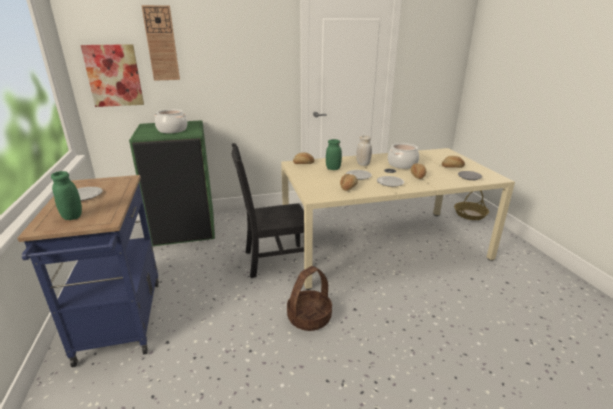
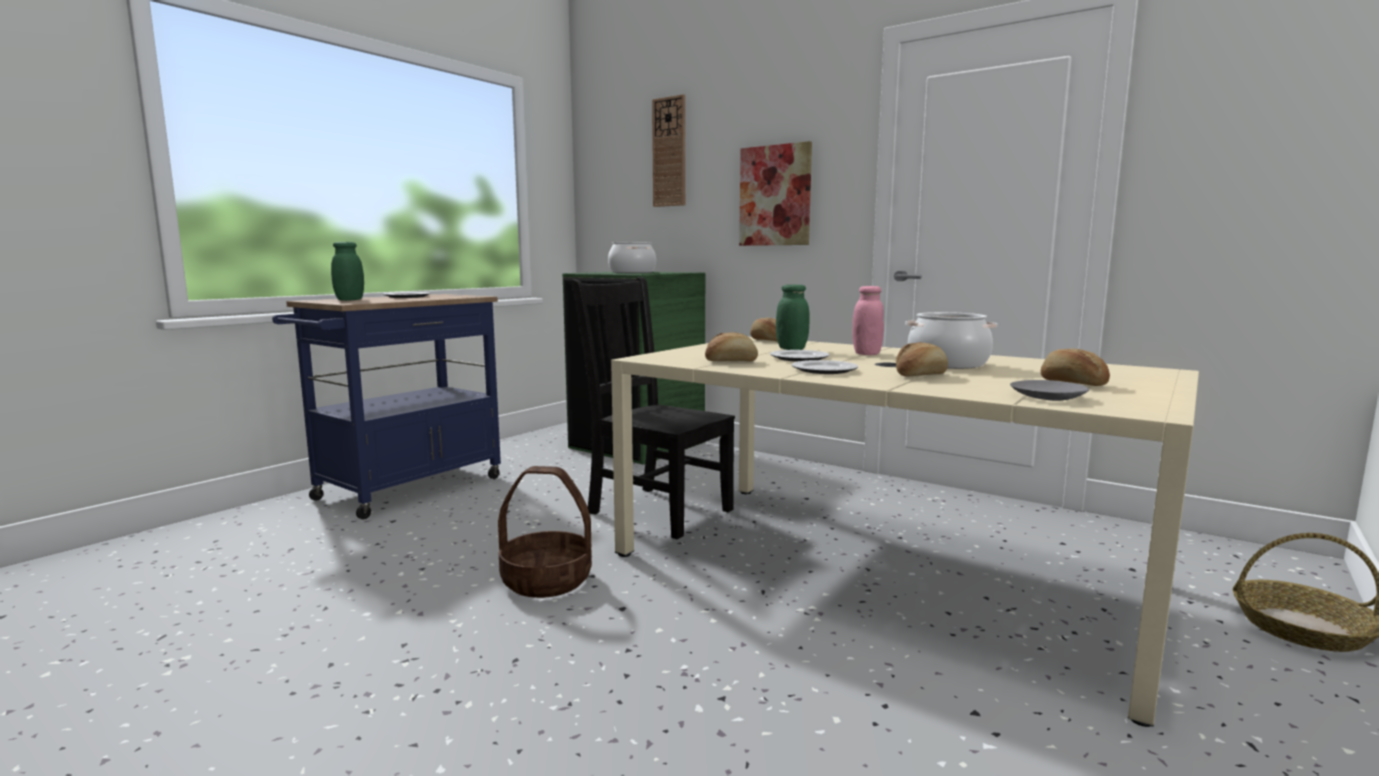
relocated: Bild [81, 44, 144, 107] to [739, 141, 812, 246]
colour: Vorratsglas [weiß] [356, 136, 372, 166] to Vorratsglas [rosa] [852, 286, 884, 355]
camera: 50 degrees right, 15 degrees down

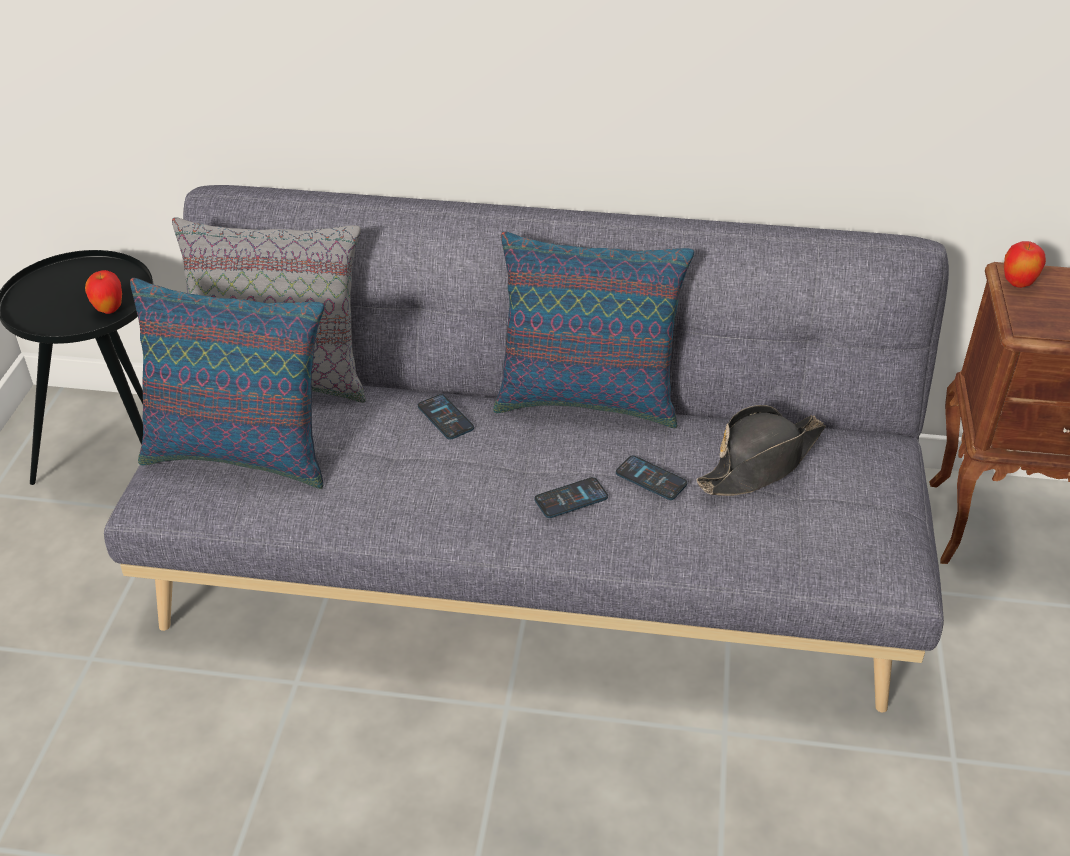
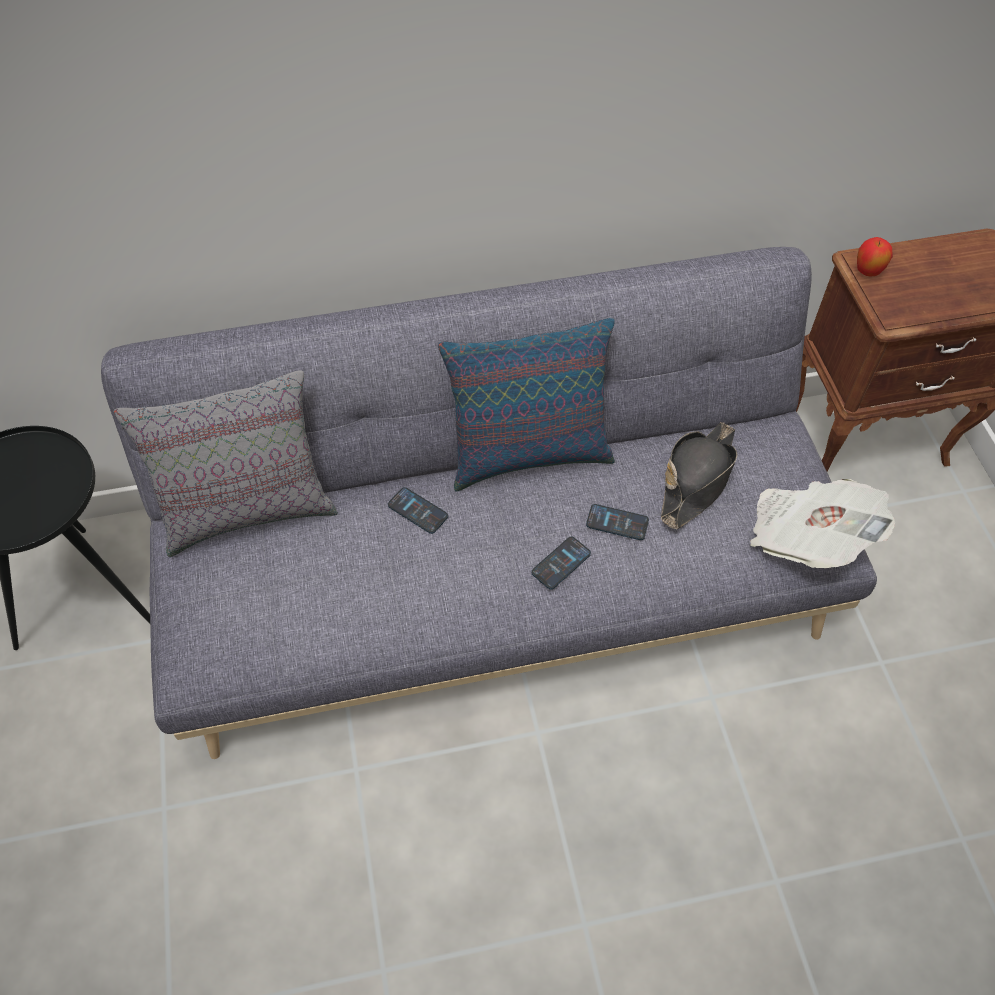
missing: Apfel [85, 270, 122, 314]; Kissen [blau] [130, 278, 324, 489]
appeared: Zeitung [750, 479, 895, 568]
camera: 20 degrees left, 15 degrees up

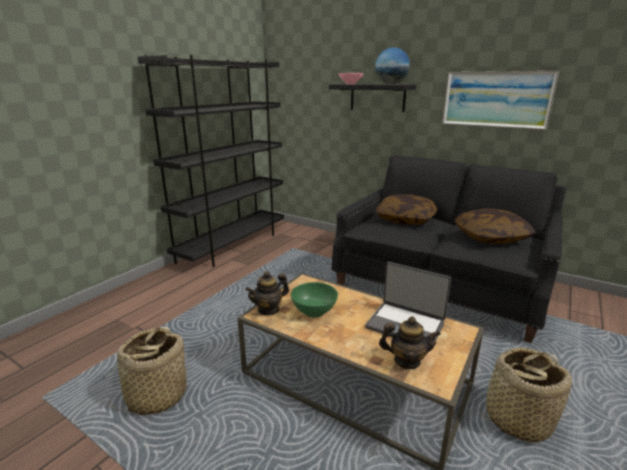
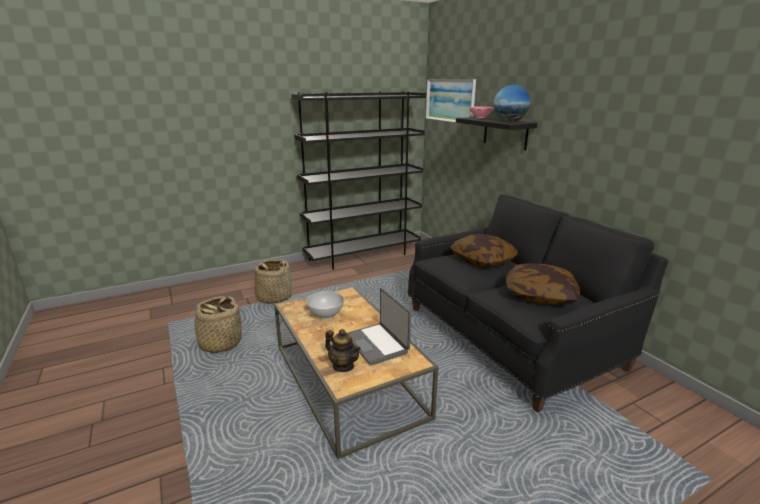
missing: Teekanne [245, 271, 289, 316]
relocated: Bild [442, 71, 559, 130] to [426, 79, 476, 125]; Korb [476, 347, 572, 443] to [253, 259, 292, 304]
colour: Schüssel [grün] [291, 282, 338, 318] to Schüssel [weiß] [306, 291, 344, 319]
camera: 30 degrees right, 0 degrees up

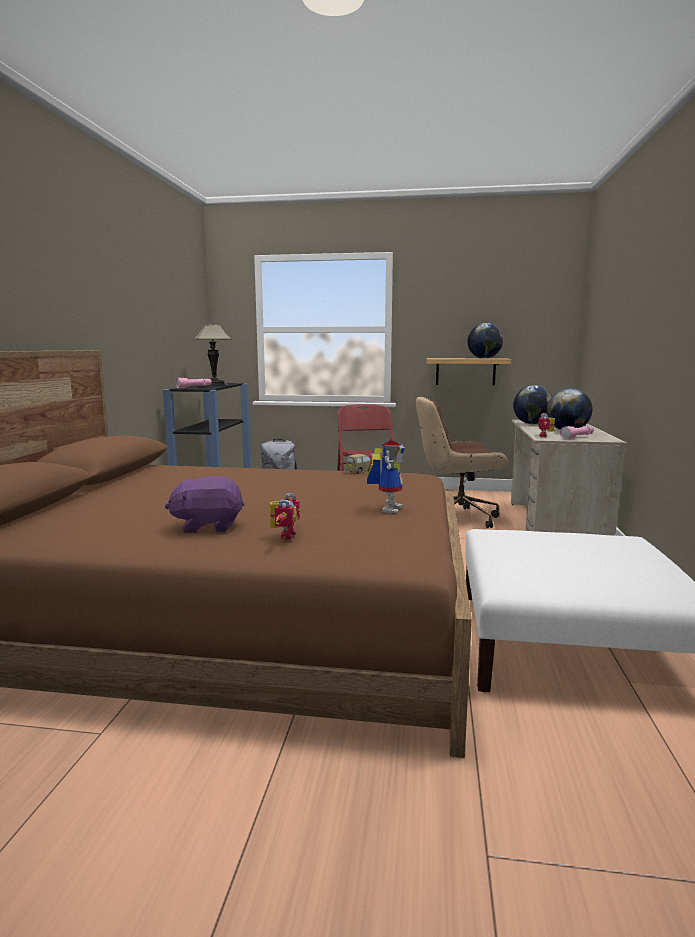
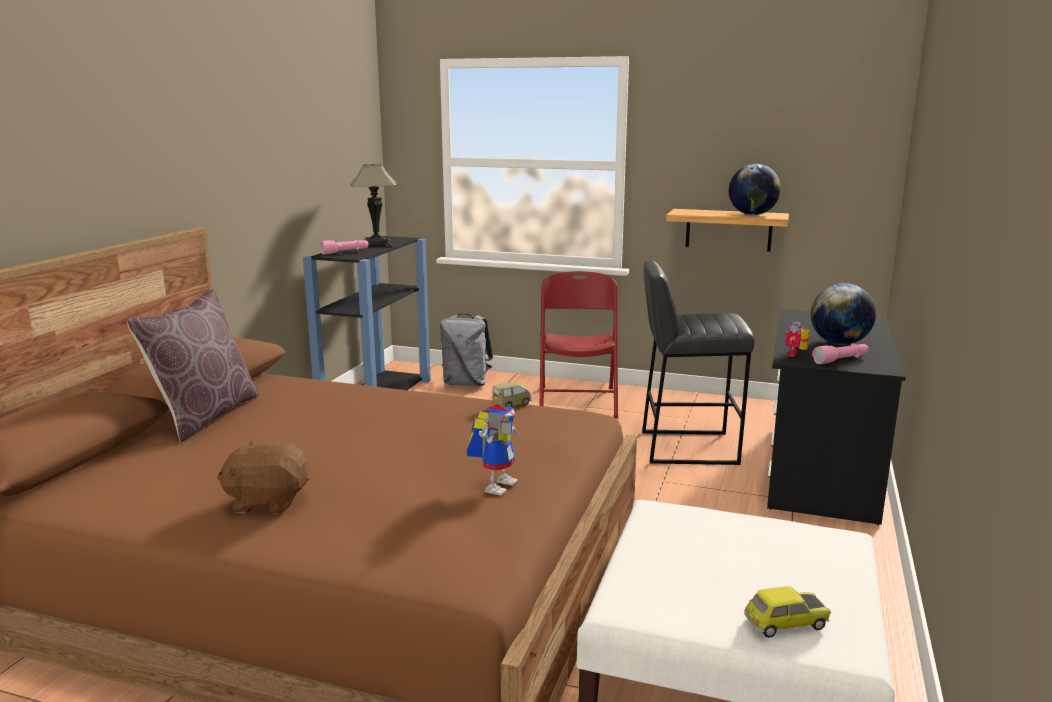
missing: Globus [513, 385, 552, 424]; Spielzeugroboter [270, 493, 300, 540]
appeared: Kissen [braun] [127, 289, 260, 442]; Spielzeugauto [744, 586, 831, 638]
exchanged: Bürostuhl [braun] [416, 397, 508, 528] to Hocker [grau] [642, 260, 755, 465]
colour: Schreibtisch [beige] [511, 420, 627, 536] to Schreibtisch [schwarz] [767, 309, 906, 525]; Plüschtier [lila] [165, 476, 244, 533] to Plüschtier [braun] [217, 441, 309, 514]
camera: 10 degrees right, 5 degrees up

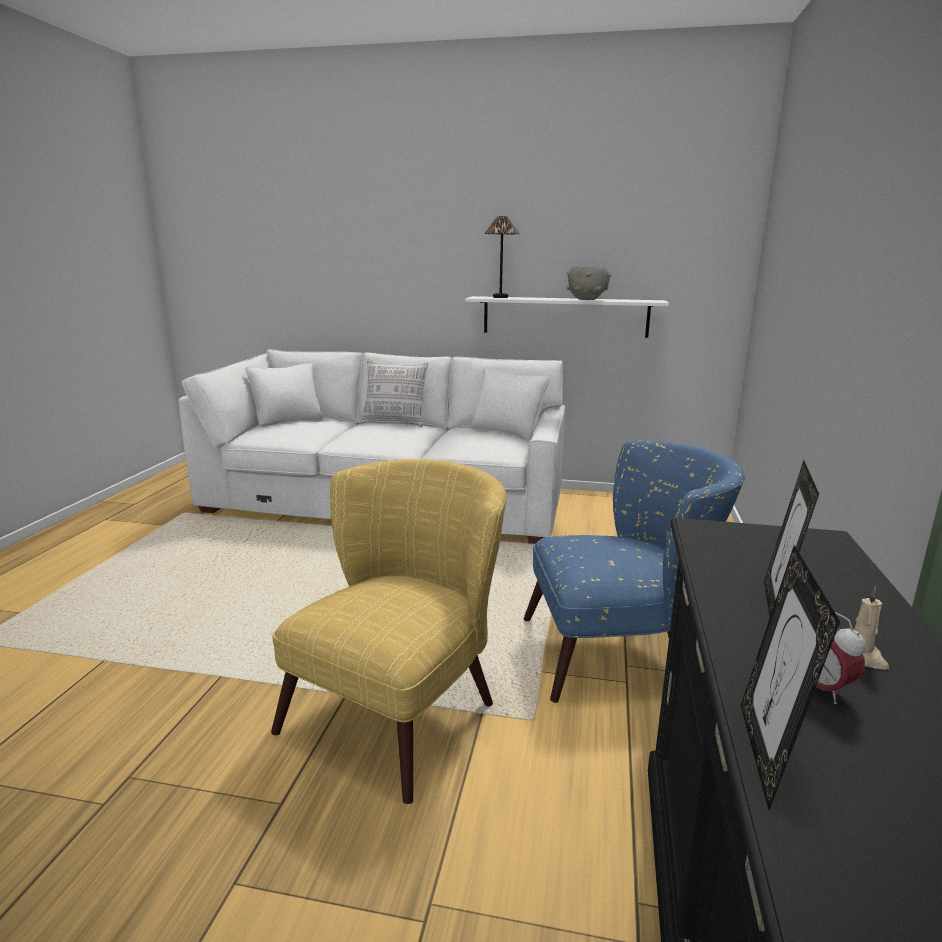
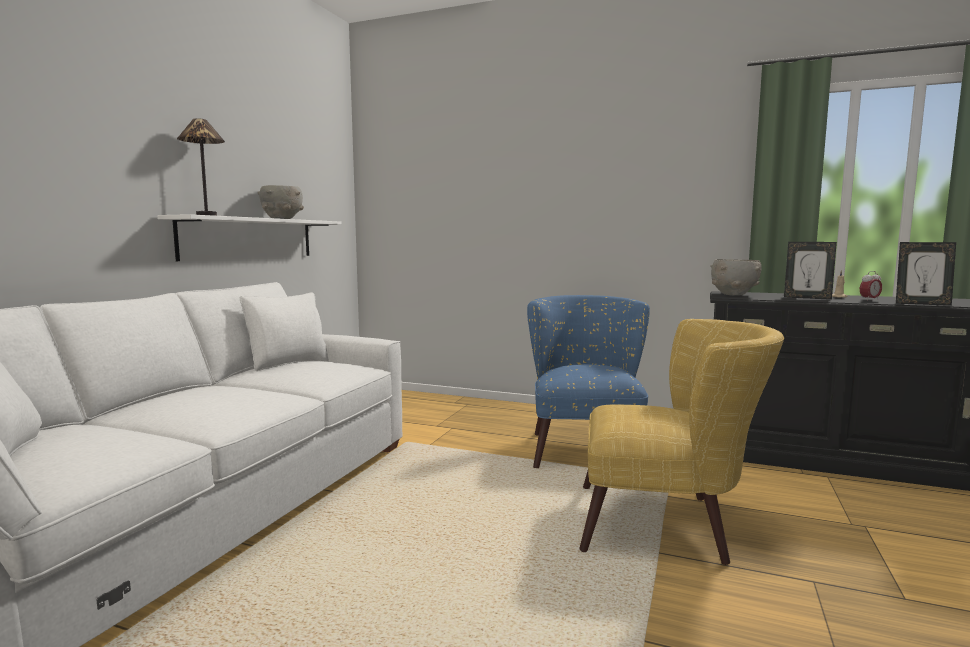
missing: Kissen [361, 359, 428, 427]
appeared: Schüssel [grau] [711, 259, 762, 296]
spun: Sessel [gelb] [271, 459, 506, 804] = [579, 319, 784, 565] 150 degrees clockwise
camera: 80 degrees left, 10 degrees down

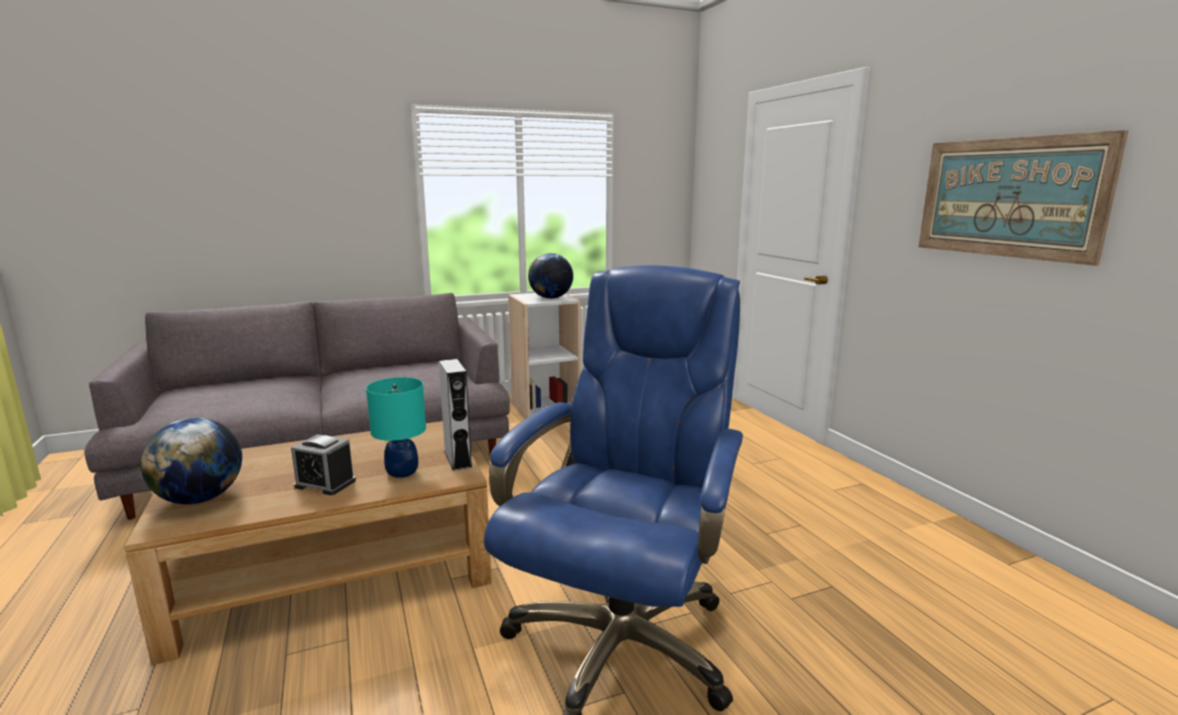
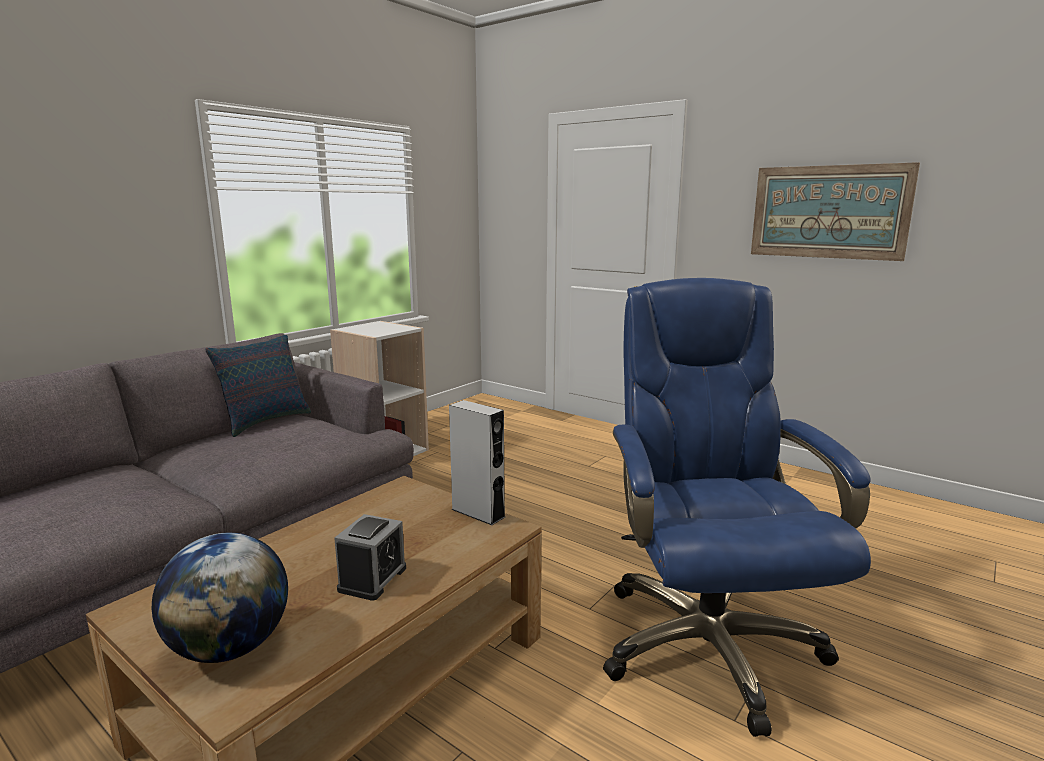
missing: Globus [528, 253, 573, 299]; Tischlampe [türkis] [366, 377, 426, 478]
appeared: Kissen [blau] [206, 335, 311, 437]
spun: Wecker [291, 434, 356, 495] = [334, 514, 406, 601] 60 degrees counterclockwise
camera: 30 degrees left, 0 degrees up

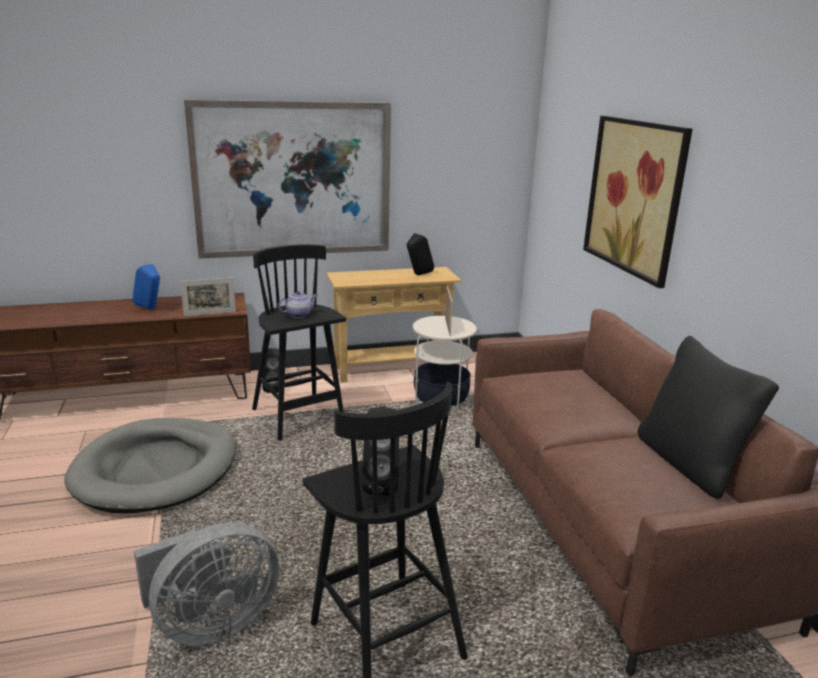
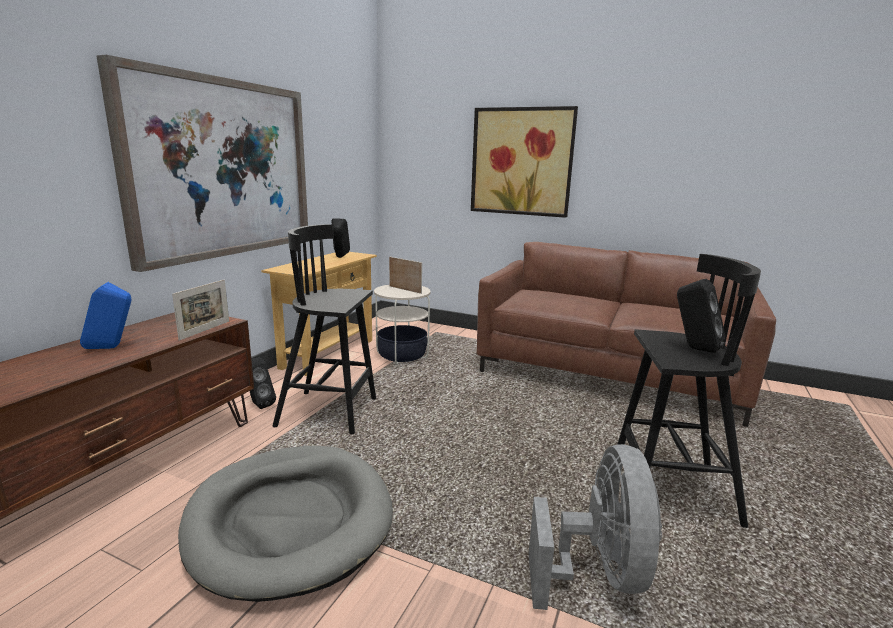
missing: Teekanne [278, 291, 317, 318]; Kissen [schwarz] [638, 336, 779, 499]
camera: 50 degrees left, 5 degrees down

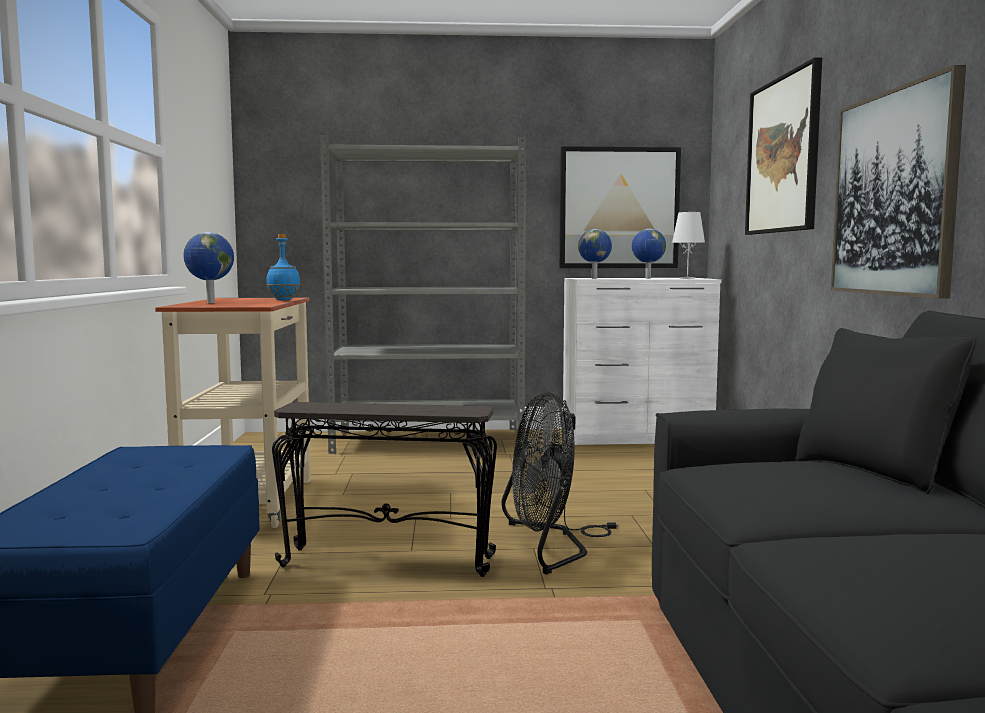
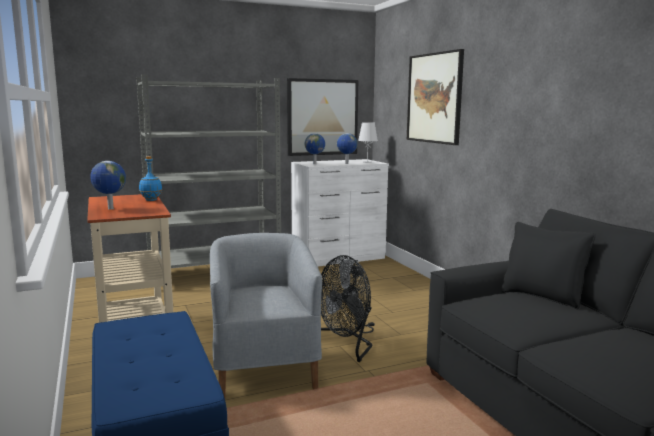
missing: Bild [831, 65, 966, 299]
exchanged: Beistelltisch [schwarz] [272, 402, 497, 577] to Sessel [grau] [210, 233, 322, 398]
camera: 20 degrees left, 5 degrees up

